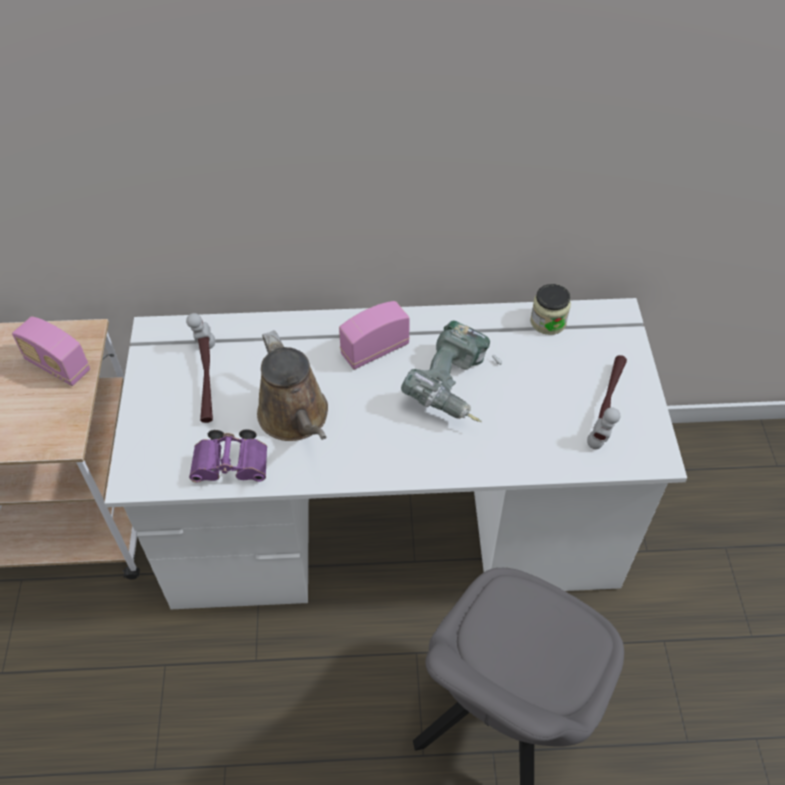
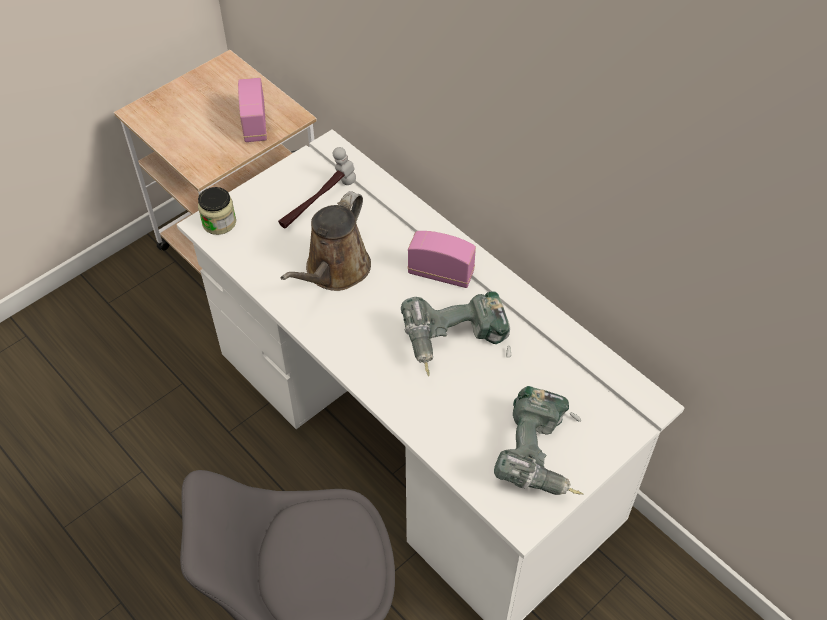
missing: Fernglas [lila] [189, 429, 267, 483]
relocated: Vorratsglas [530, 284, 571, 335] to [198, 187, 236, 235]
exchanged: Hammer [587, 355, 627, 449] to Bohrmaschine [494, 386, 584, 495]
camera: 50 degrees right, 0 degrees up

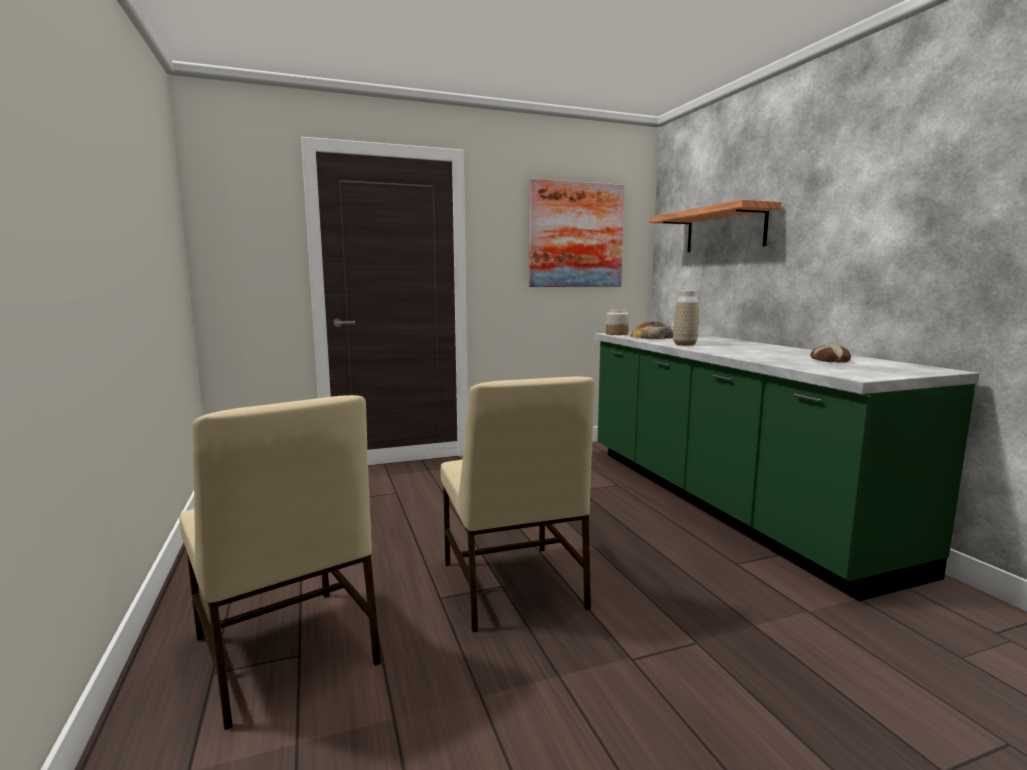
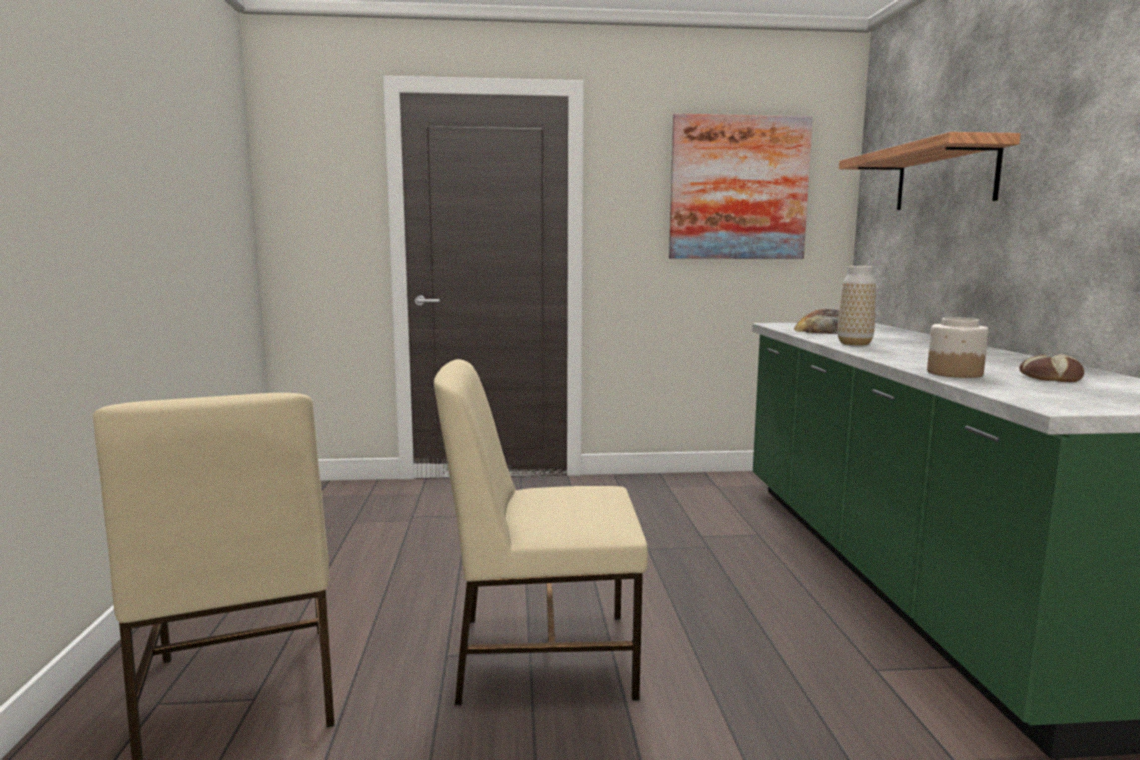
relocated: Vorratsglas [606, 309, 629, 335] to [927, 317, 988, 378]
spun: Stuhl [beige] [441, 377, 595, 632] = [434, 359, 648, 705] 90 degrees clockwise
camera: 15 degrees right, 0 degrees up

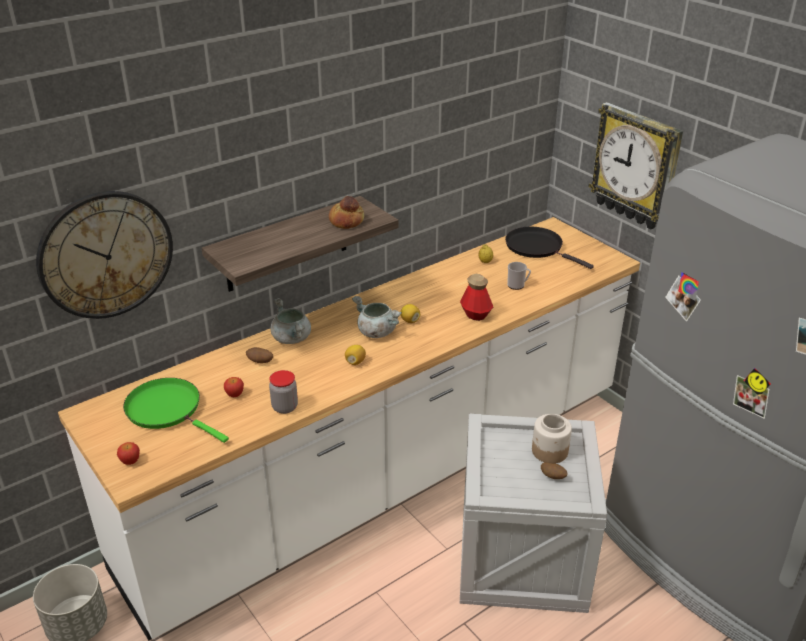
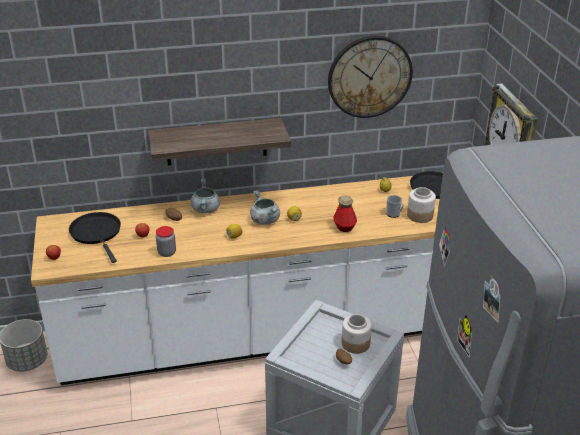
missing: Brot [329, 196, 364, 229]
appeared: Vorratsglas [407, 187, 436, 223]
relocated: Wanduhr [36, 191, 173, 319] to [328, 36, 413, 118]
colour: Pfanne [grün] [123, 378, 229, 443] to Pfanne [schwarz] [69, 212, 121, 263]
camera: 25 degrees right, 0 degrees up

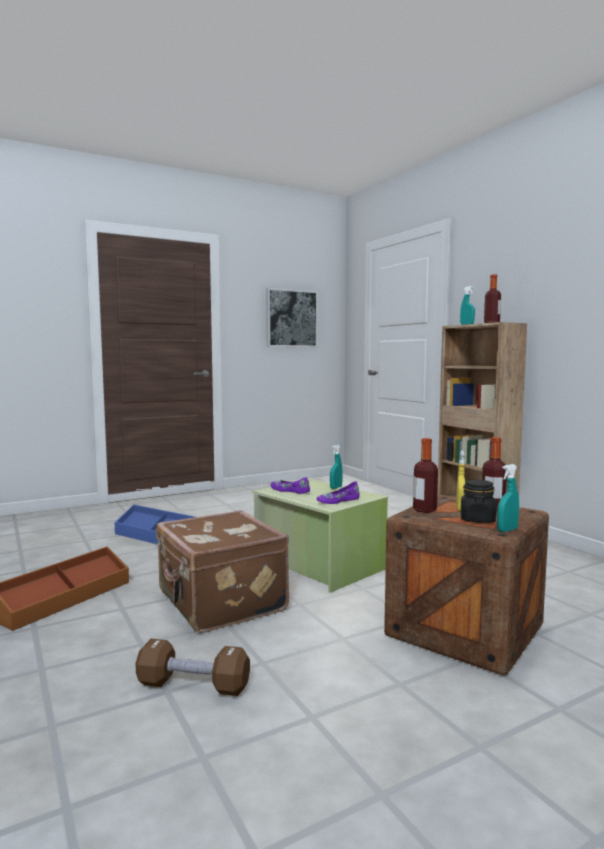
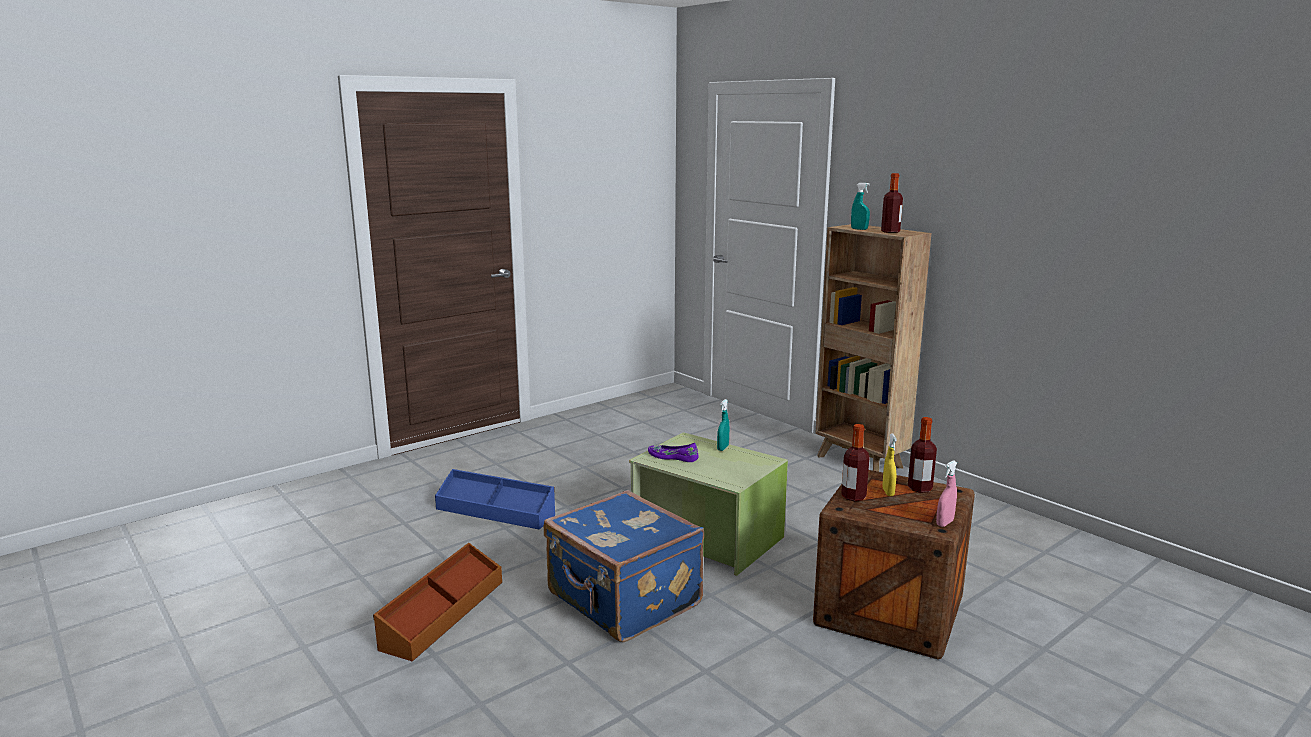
missing: Bild [266, 288, 318, 347]; Vorratsglas [schwarz] [461, 479, 496, 523]; Schuh [lila] [317, 482, 359, 504]; Hantel [braun] [135, 639, 250, 696]
colour: Sprühflasche [türkis] [497, 464, 519, 532] to Sprühflasche [rosa] [936, 460, 957, 527]; Koffer [braun] [156, 510, 289, 633] to Koffer [blau] [544, 490, 704, 642]
camera: 10 degrees left, 10 degrees up

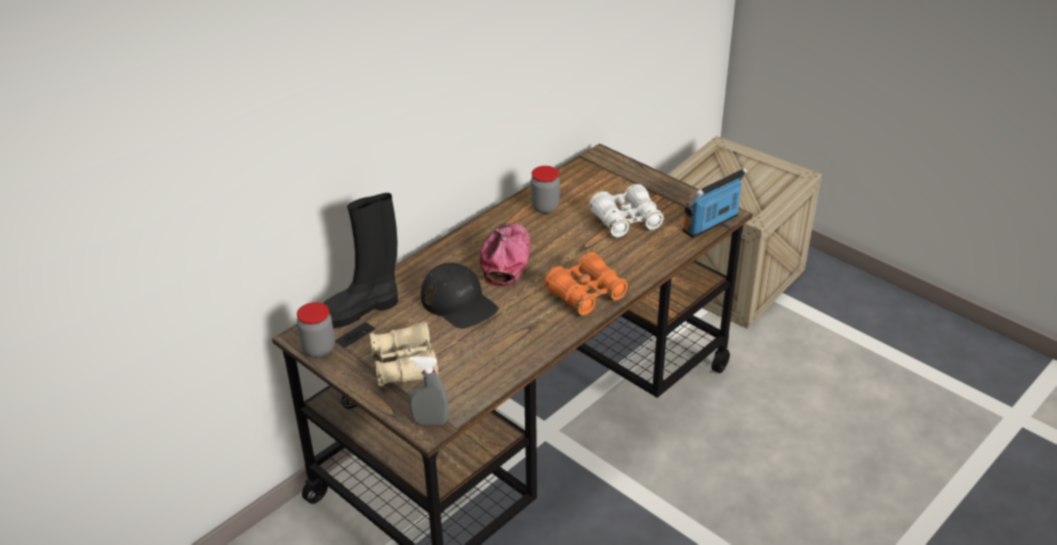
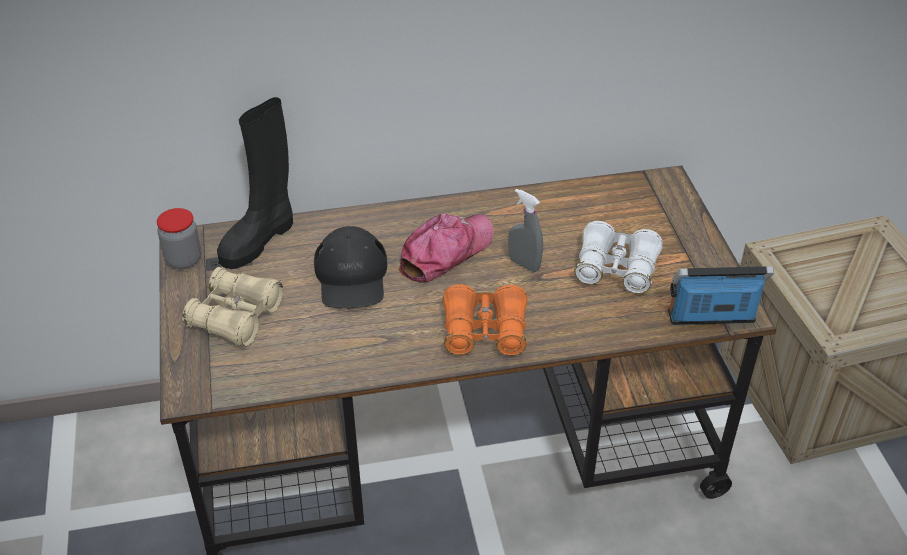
missing: Vorratsglas [531, 166, 560, 213]
relocated: Sprühflasche [grau] [409, 356, 448, 425] to [508, 188, 543, 272]
spun: Stiefel [schwarz] [323, 193, 398, 328] = [217, 97, 293, 269] 60 degrees counterclockwise
camera: 35 degrees right, 5 degrees up

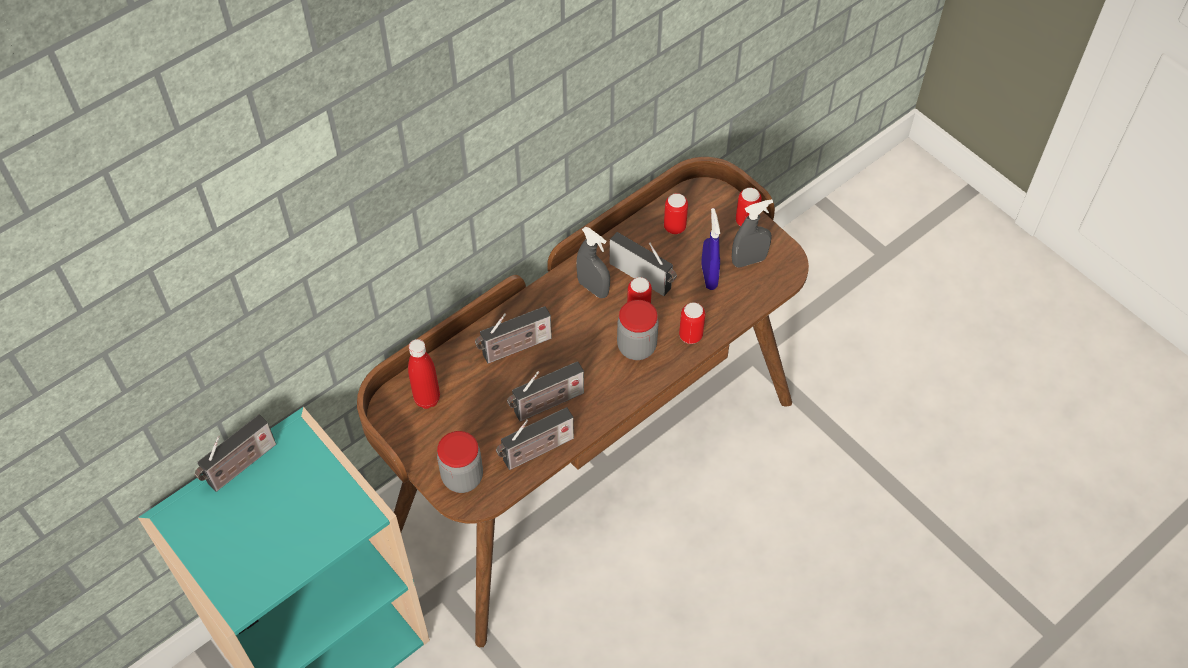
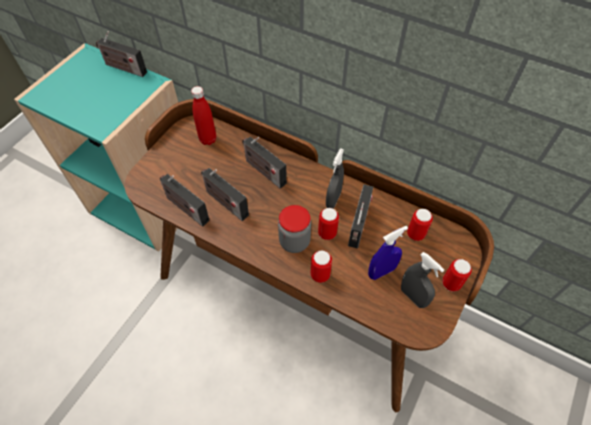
missing: Vorratsglas [437, 431, 483, 493]
camera: 70 degrees right, 0 degrees up

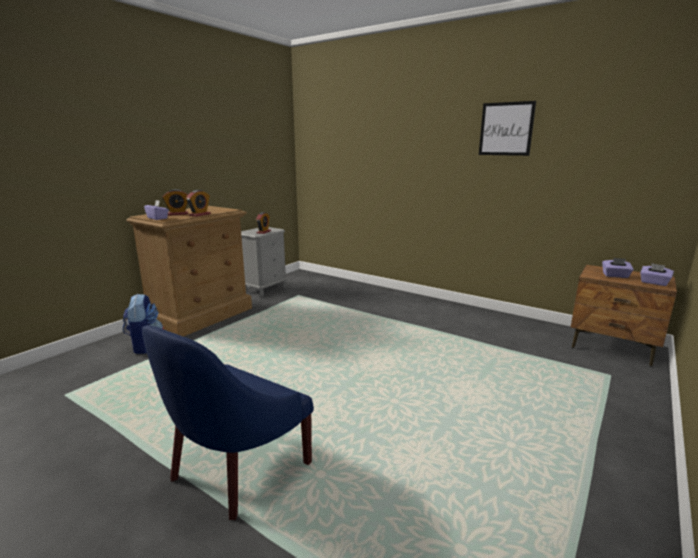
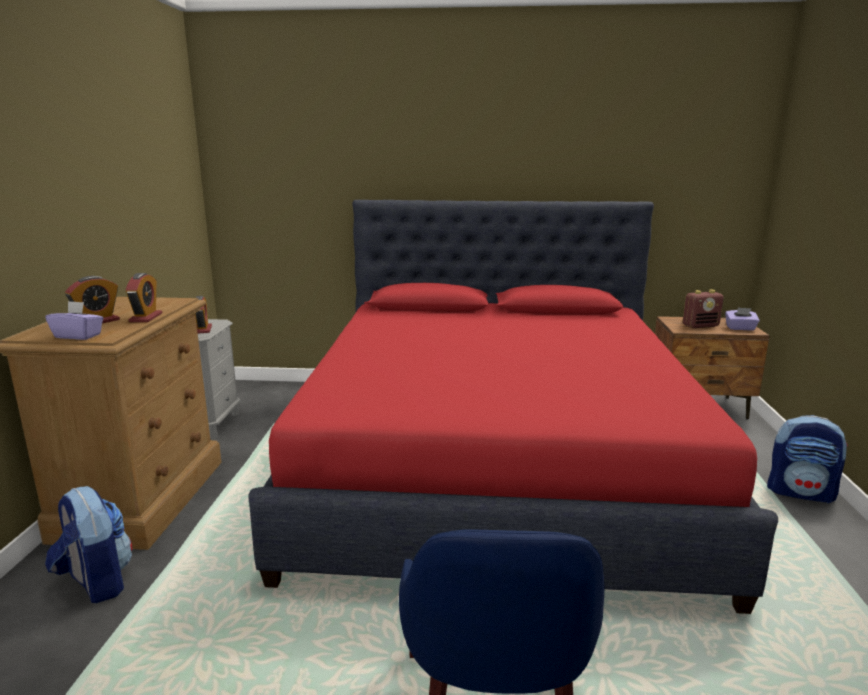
missing: Bild [479, 101, 536, 156]
appeared: Bett [rot] [248, 200, 778, 614]; Rucksack [767, 415, 848, 503]
exchanged: Taschentuchbox [lila] [602, 258, 634, 278] to Radio [683, 290, 724, 328]
camera: 30 degrees left, 0 degrees up

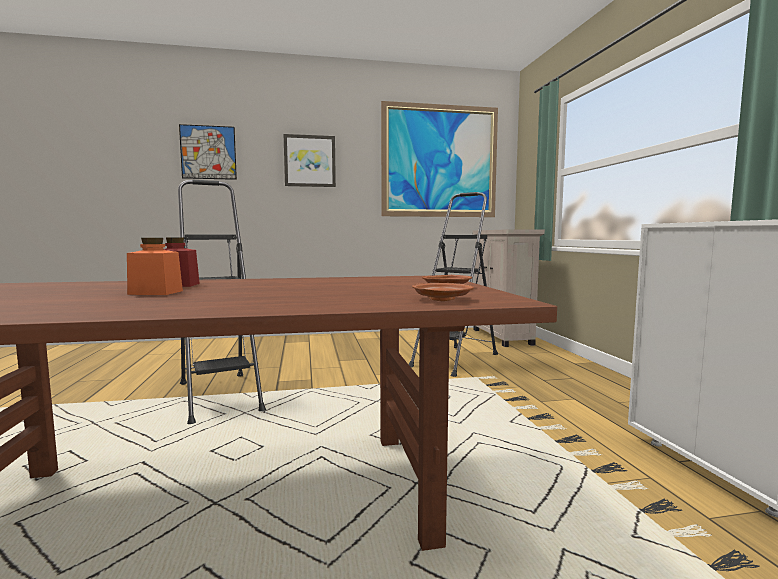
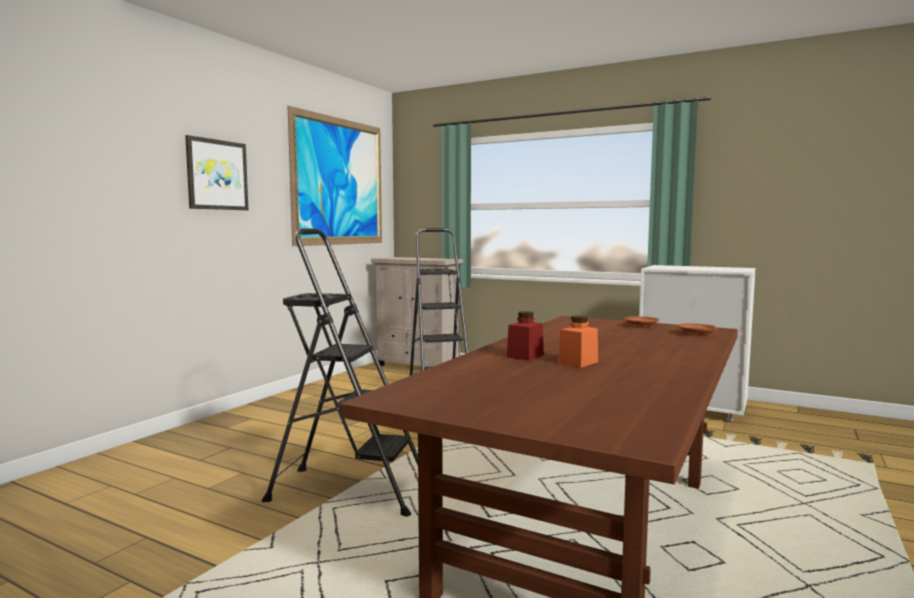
missing: Bild [179, 124, 237, 180]
camera: 50 degrees left, 0 degrees up

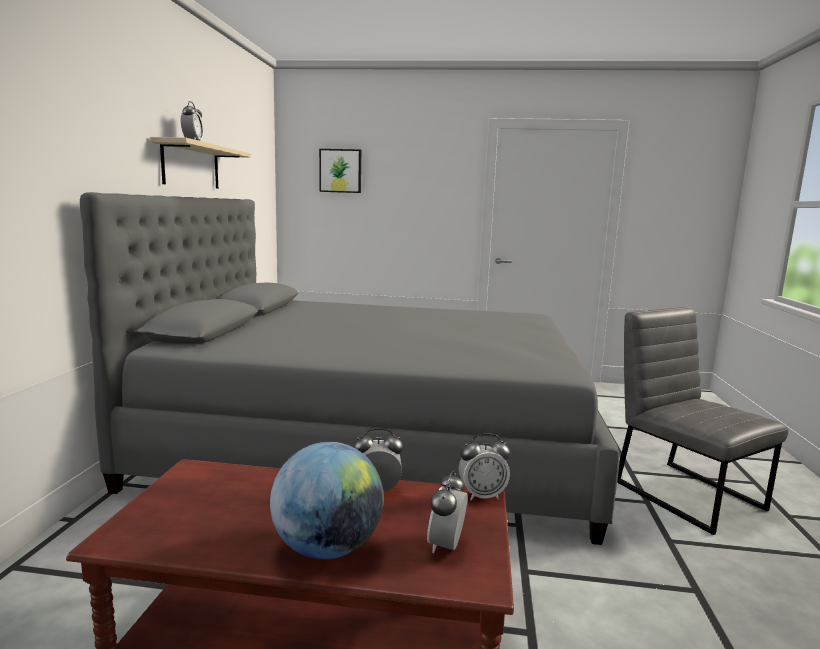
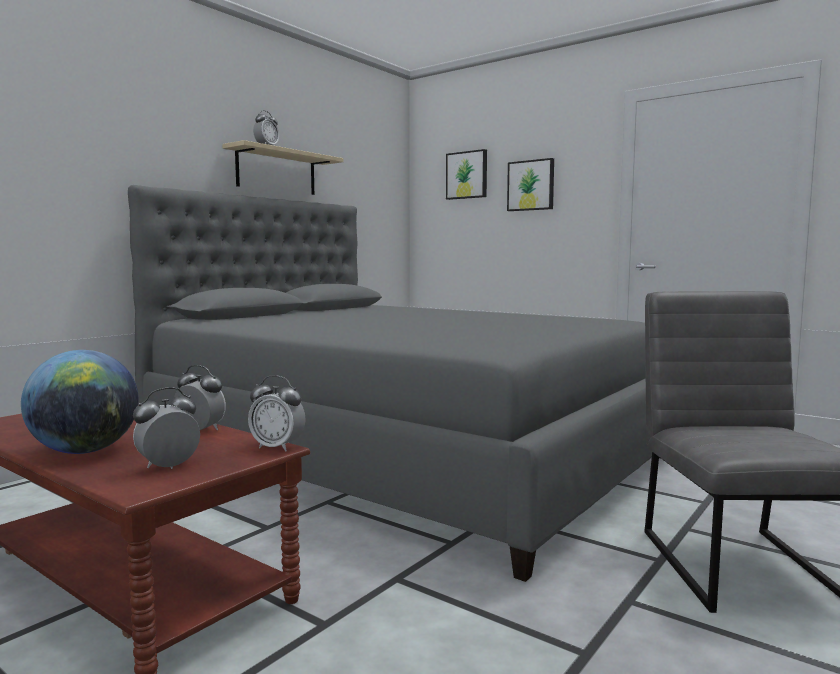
appeared: Bild [507, 158, 554, 211]
camera: 30 degrees right, 5 degrees down

